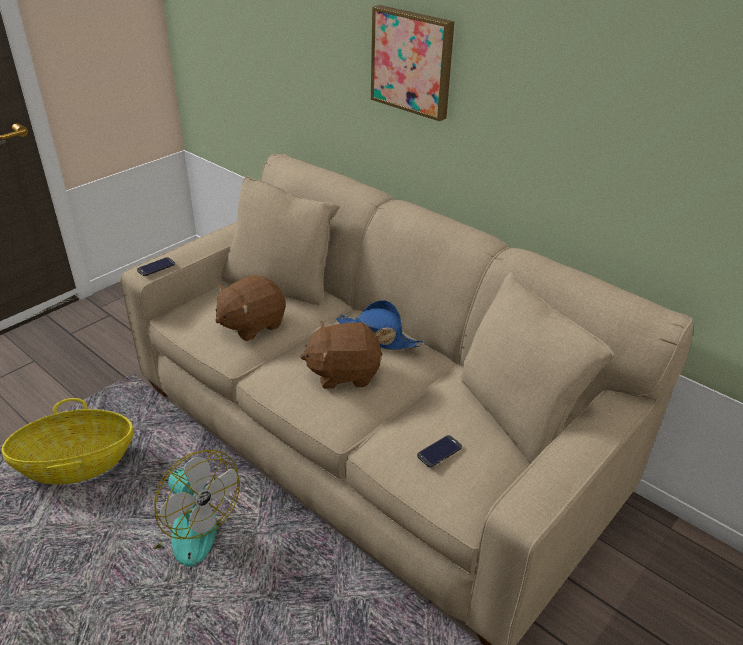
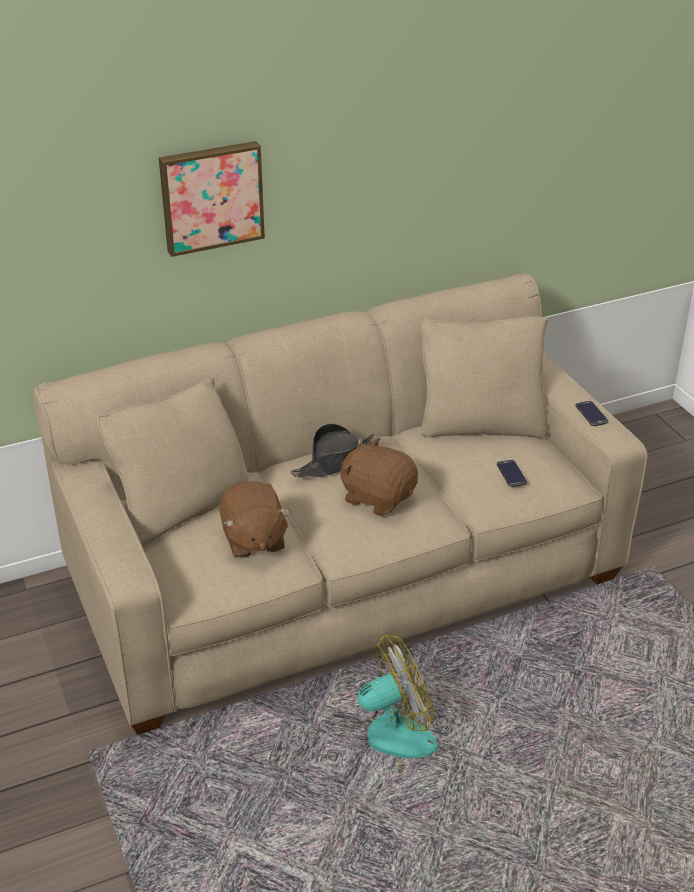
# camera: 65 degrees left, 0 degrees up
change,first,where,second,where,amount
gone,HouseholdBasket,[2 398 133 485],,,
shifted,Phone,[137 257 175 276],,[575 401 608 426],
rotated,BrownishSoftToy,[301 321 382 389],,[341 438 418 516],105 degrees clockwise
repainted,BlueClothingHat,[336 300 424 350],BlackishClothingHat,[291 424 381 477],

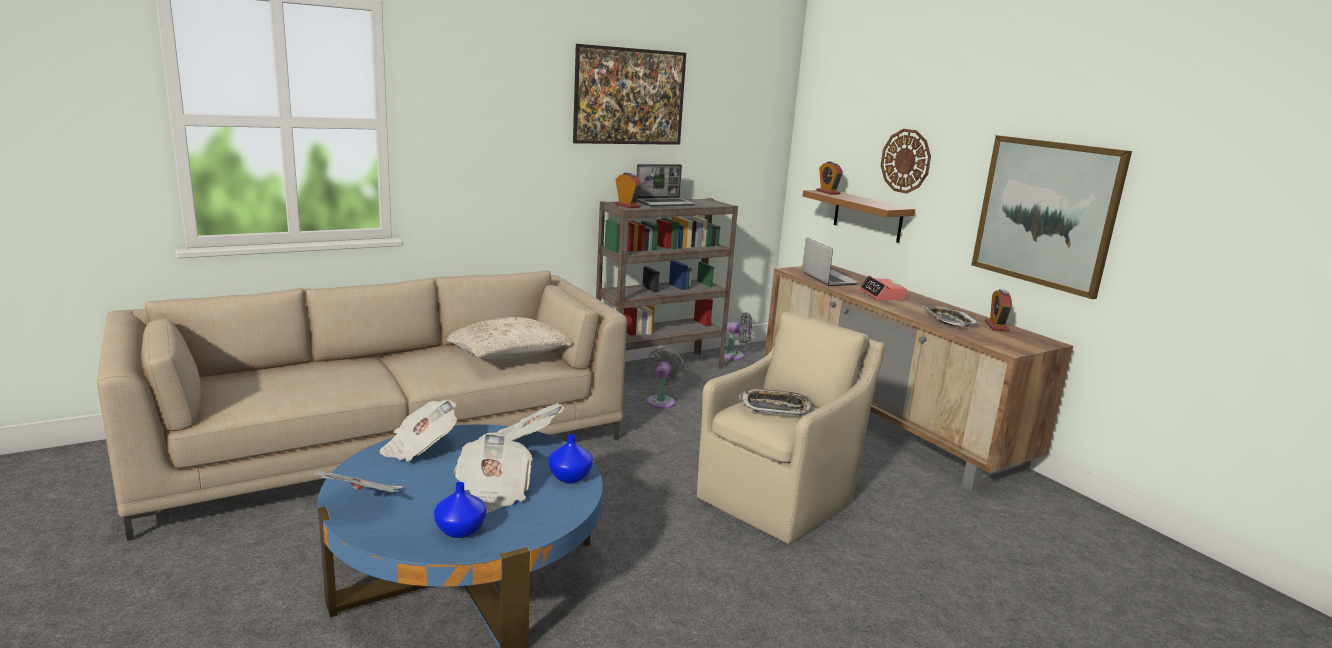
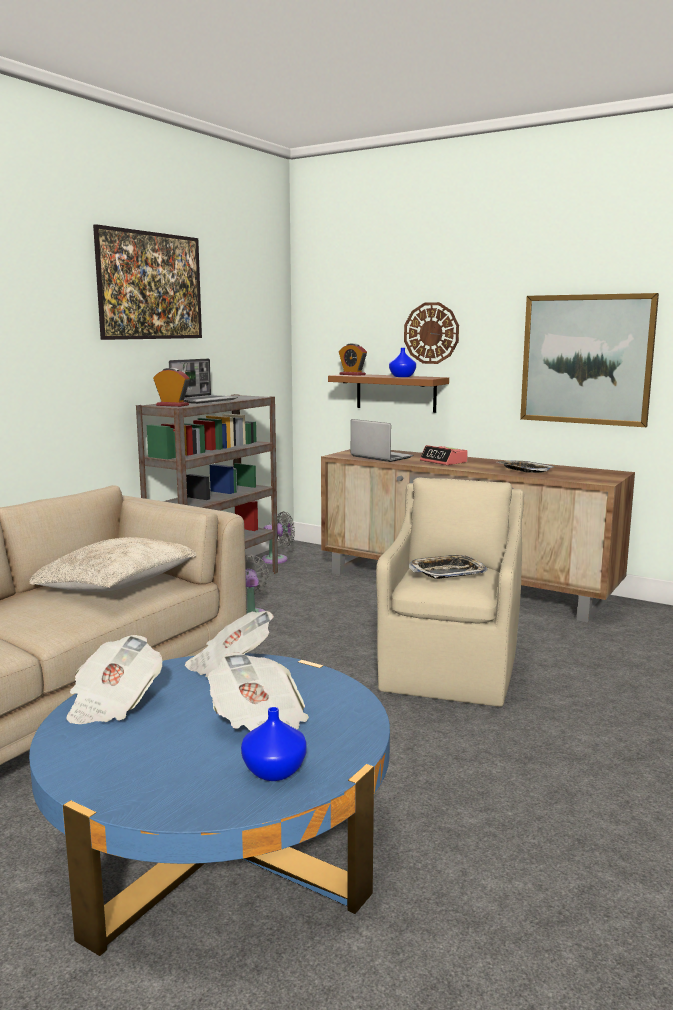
# camera: 25 degrees left, 5 degrees down
change,first,where,second,where,amount
gone,PrintedPaper,[312 471 402 493],,,
shifted,BlueFlowerVase,[548 434 593 483],,[389 348 416 377],
gone,AlarmClock,[985 289 1012 332],,,

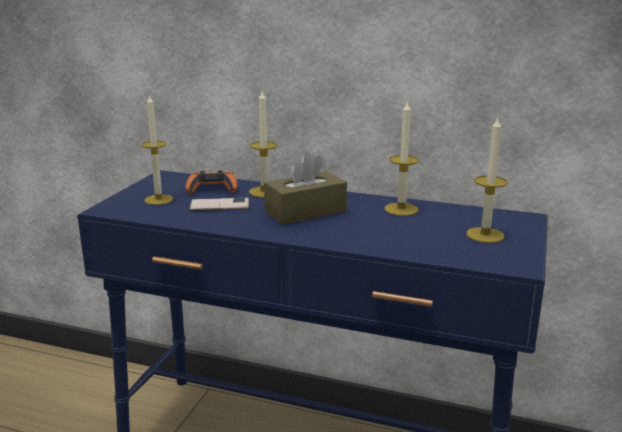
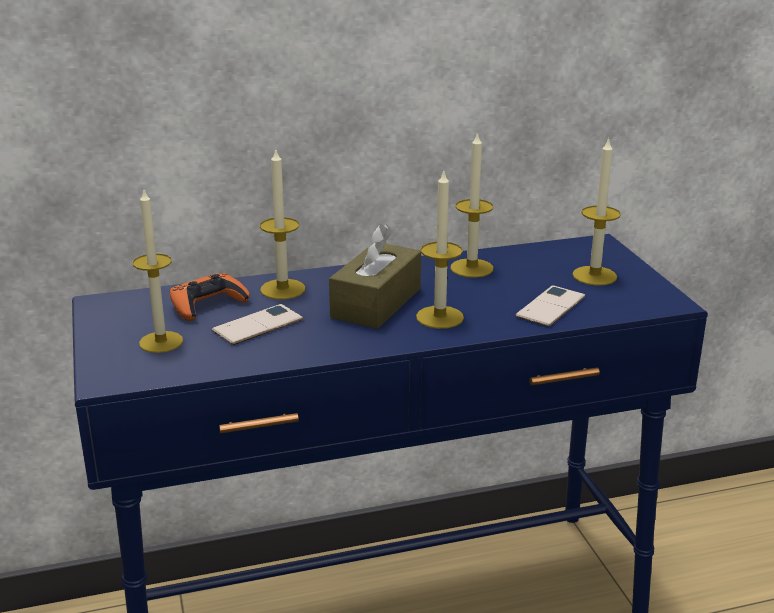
# camera: 35 degrees left, 5 degrees up
change,first,where,second,where,amount
new,,,WaxLight,[416 170 464 329],
new,,,Phone,[515 285 585 327],

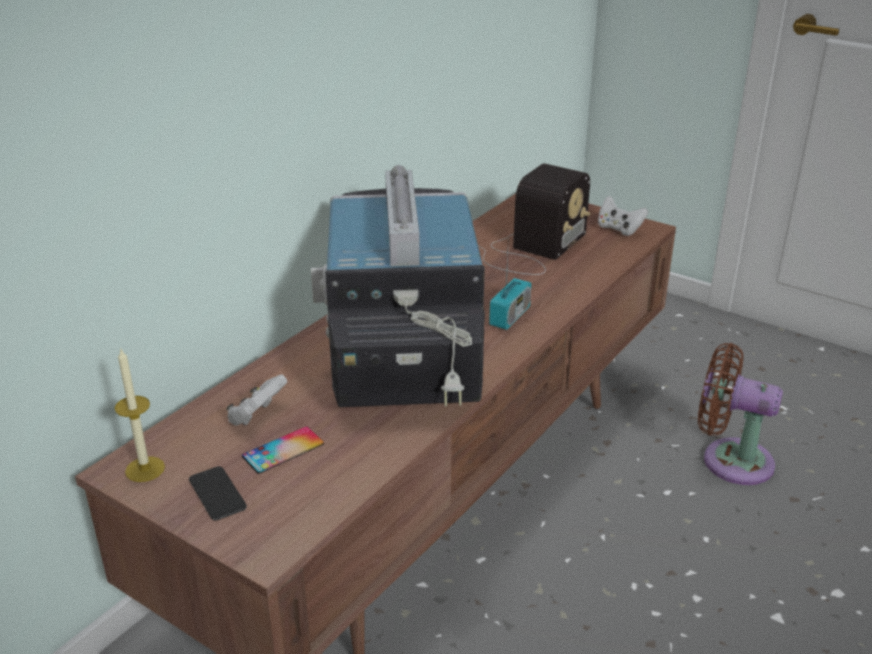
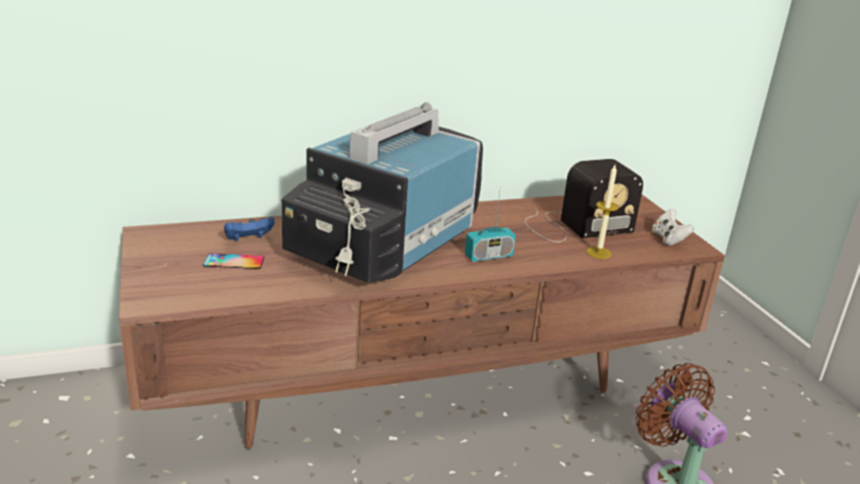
# camera: 35 degrees right, 5 degrees down
change,first,where,second,where,amount
shifted,WaxLight,[115 349 165 482],,[586 165 619 259],
gone,Phone,[189 466 247 521],,,
repainted,WhitishJoypad,[226 374 287 426],BlueJoypad,[224 217 275 242],

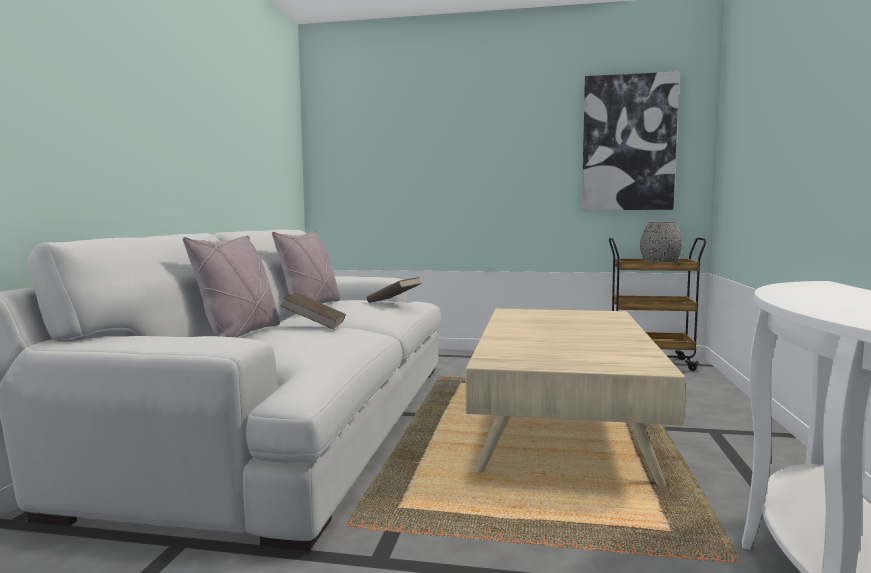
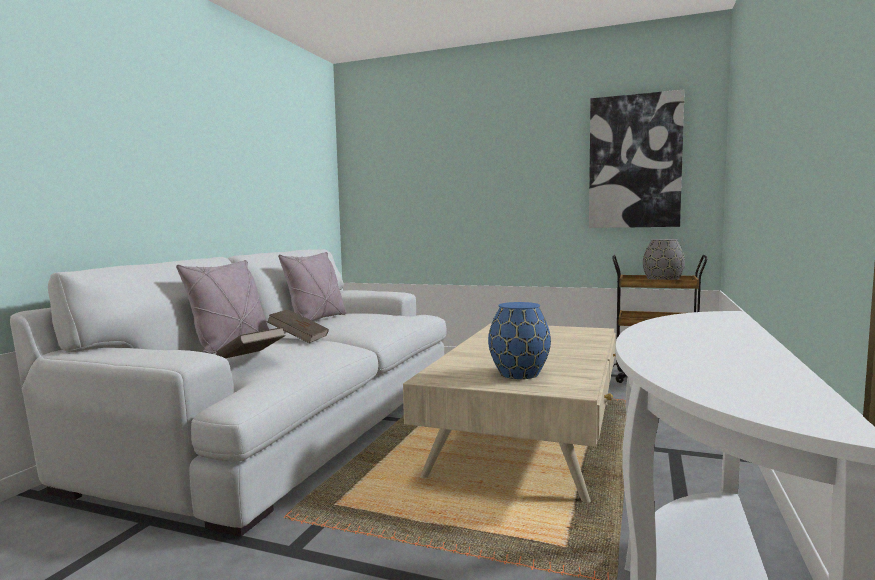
# camera: 10 degrees right, 0 degrees up
change,first,where,second,where,amount
shifted,BrownishBook,[367 277 422 303],,[216 327 286 359],
new,,,BlueFlowerVase,[488 302 551 379],

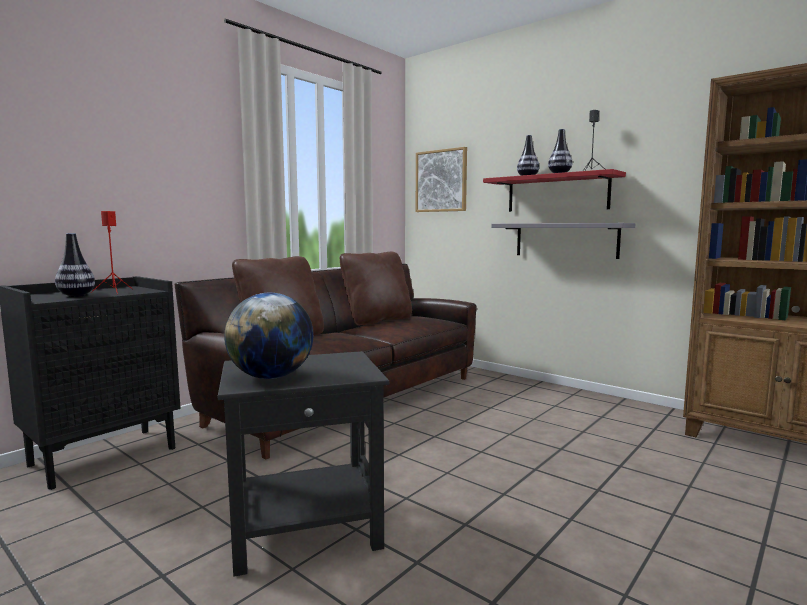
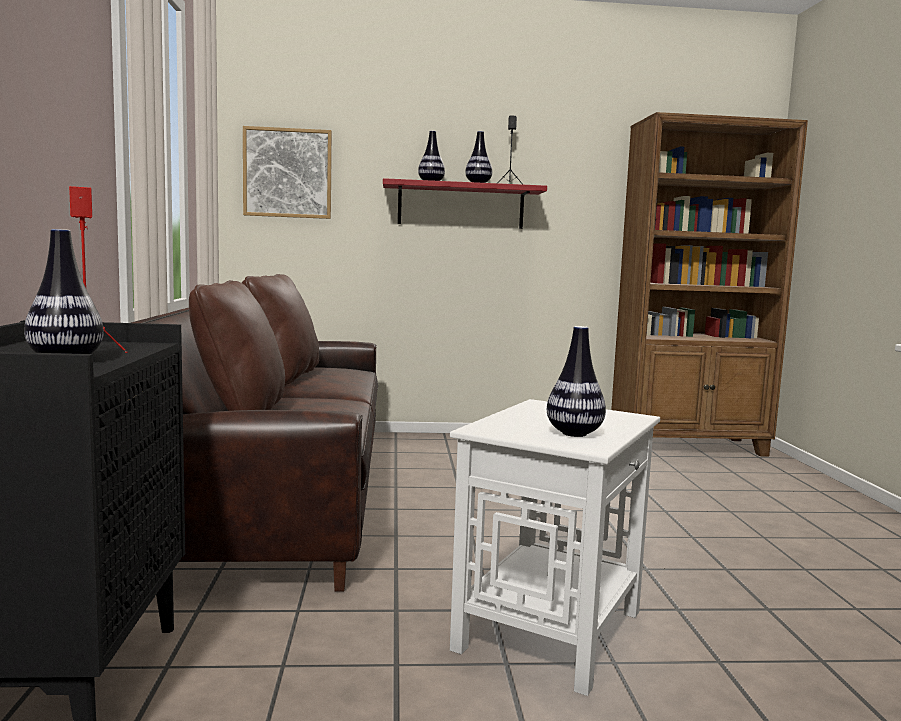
# camera: 45 degrees left, 0 degrees up
change,first,where,second,where,amount
repainted,BlackishSideTable,[218 351 389 577],WhitishSideTable,[450 399 660 696],
swapped,DeskGlobe,[224 293 313 379],FlowerVase,[547 326 606 437],
gone,GreyishBracketShelf,[491 223 635 259],,,

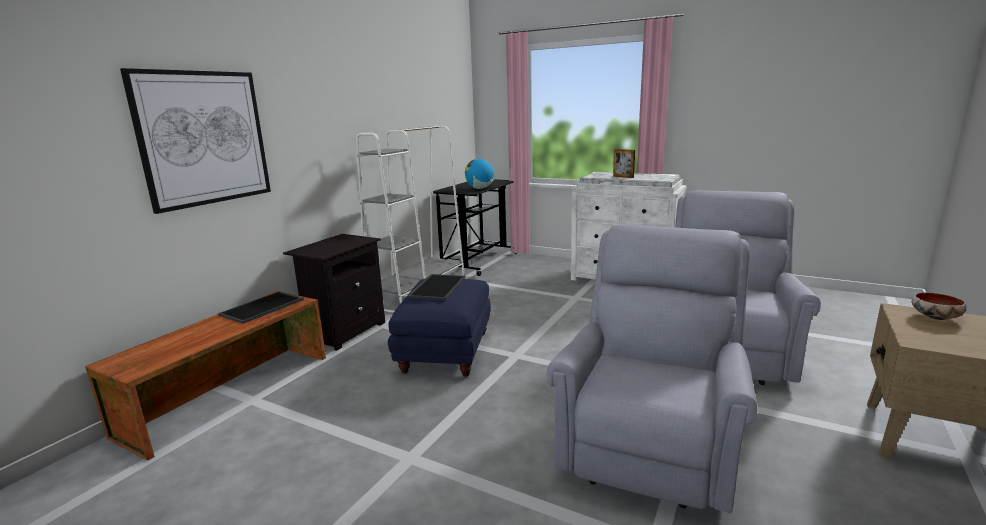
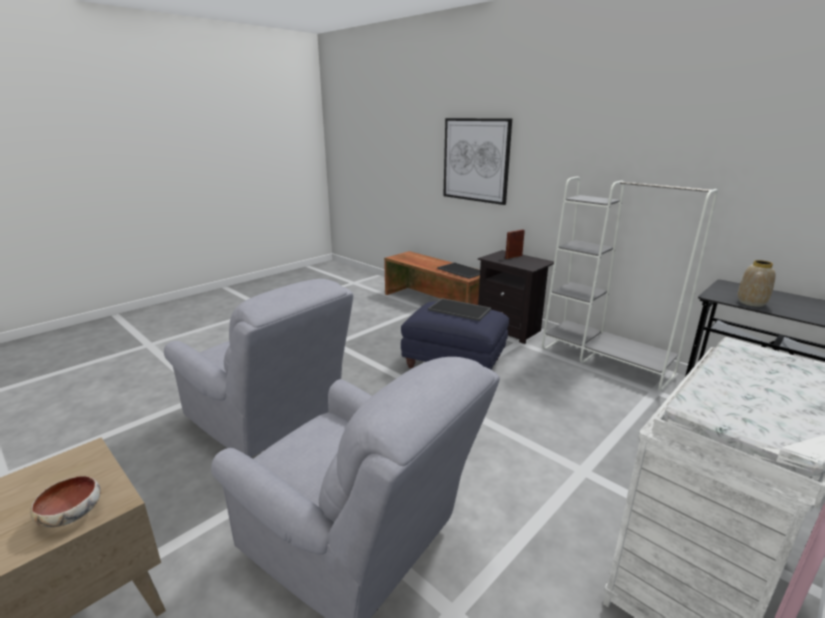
# camera: 105 degrees right, 5 degrees up
change,first,where,second,where,amount
swapped,DeskGlobe,[465 159 494 189],FlowerVase,[738 260 776 307],
shifted,PictureFrame,[613 149 635 178],,[505 230 525 259],

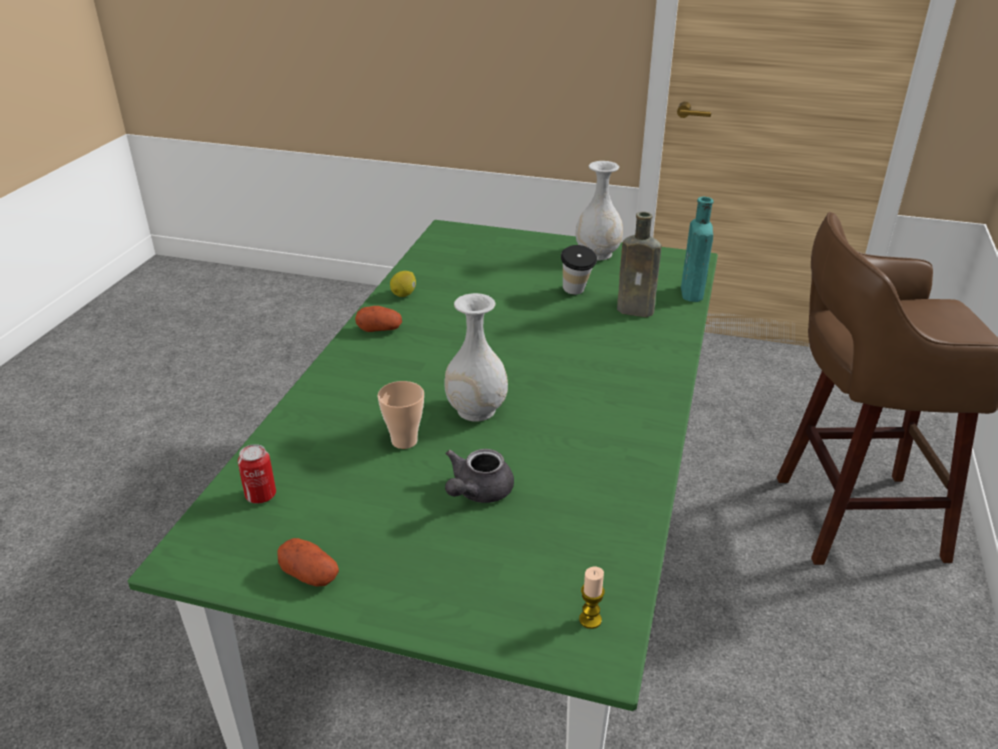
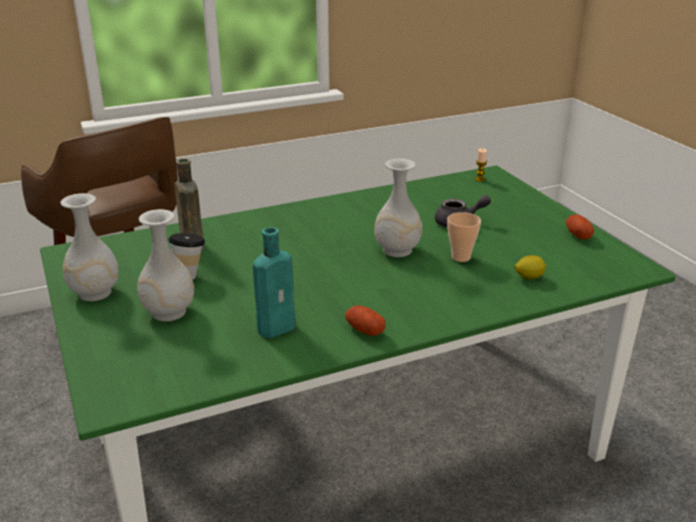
# camera: 130 degrees left, 5 degrees down
change,first,where,second,where,amount
gone,SealedCan,[238 444 276 504],,,
shifted,CitrusFruit,[390 271 416 297],,[514 255 546 279],
shifted,TurquoiseColouredDrinkBottle,[681 197 714 302],,[253 227 295 338],
new,,,WhitishFlowerVase,[137 209 194 321],

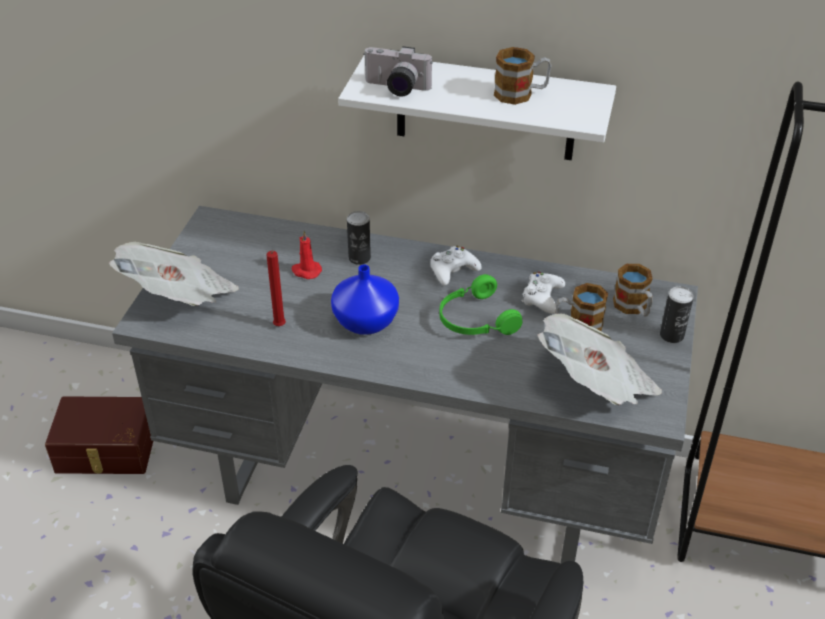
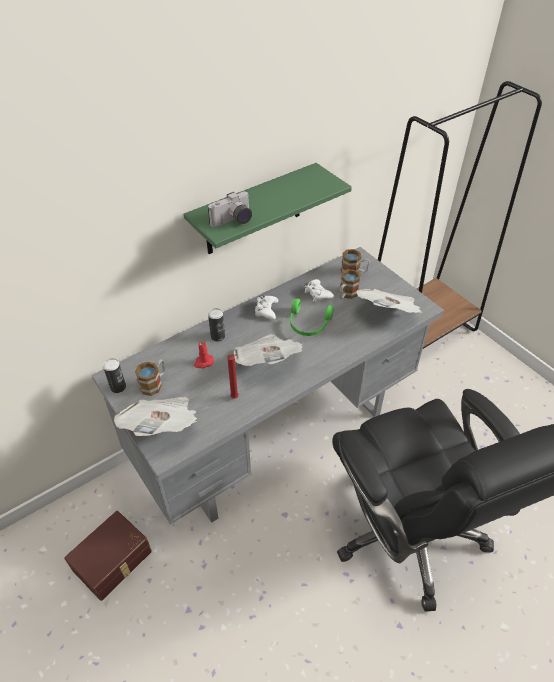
# camera: 50 degrees left, 5 degrees up
change,first,where,second,where,amount
swapped,BlueFlowerVase,[331 265 399 335],PrintedPaper,[234 334 302 366],
repainted,WhitishBracketShelf,[338 55 616 160],GreenBracketShelf,[184 163 352 254],
shifted,TeaMug,[494 47 552 105],,[135 359 165 396],
shifted,SealedCan,[660 286 694 343],,[103 359 126 393],

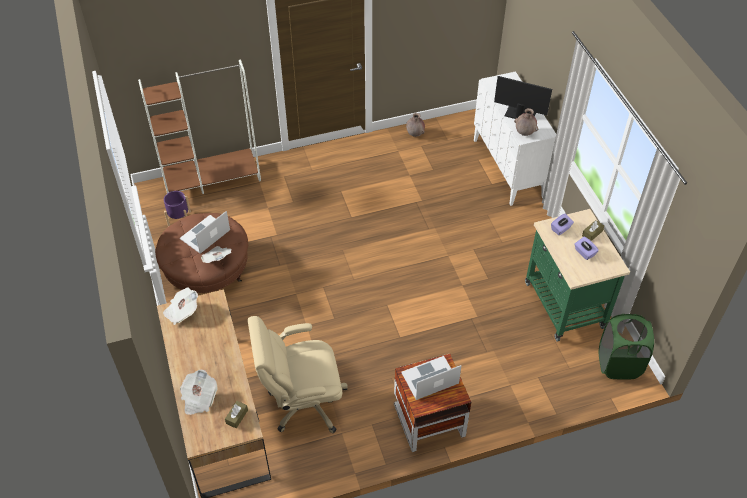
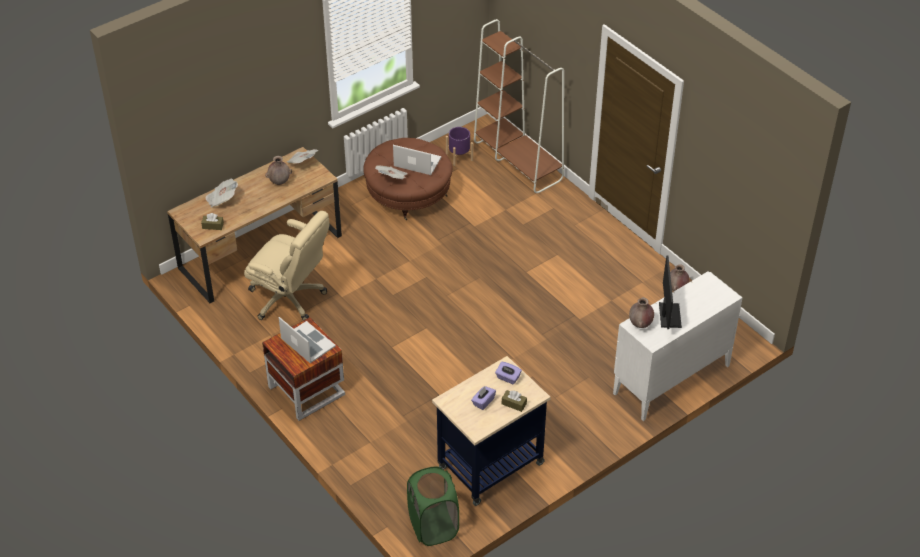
# camera: 70 degrees right, 5 degrees down
change,first,where,second,where,amount
rotated,BeigeColouredDeskChair,[248 316 348 433],,[244 211 330 320],150 degrees clockwise
repainted,GreenTrolley,[525 209 630 342],BlueTrolley,[432 356 551 506],
new,,,BrownishFlowerVase,[265 156 292 185],

